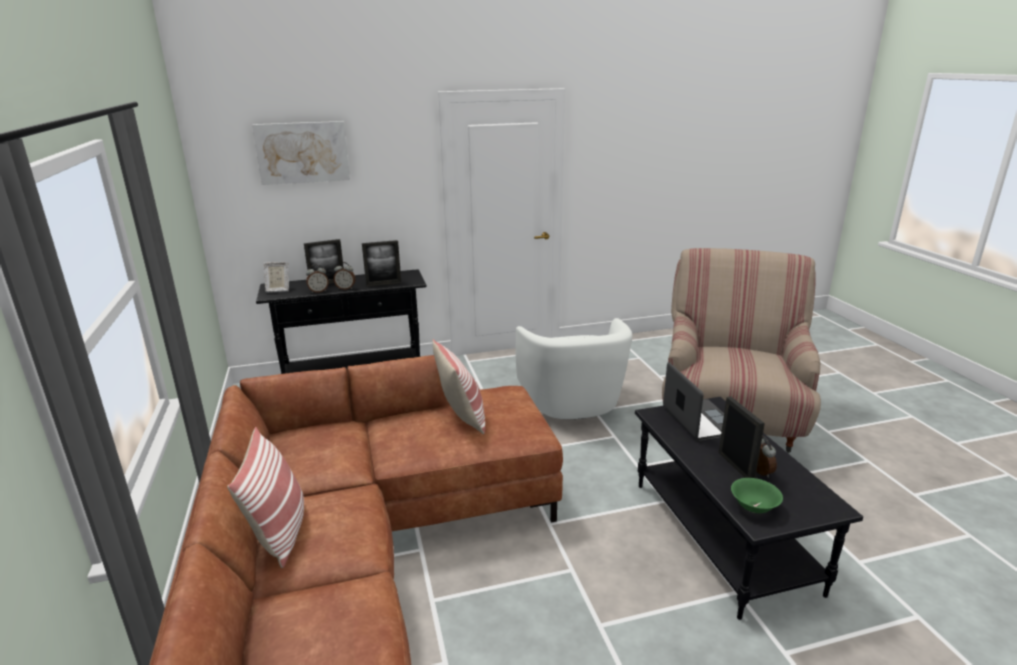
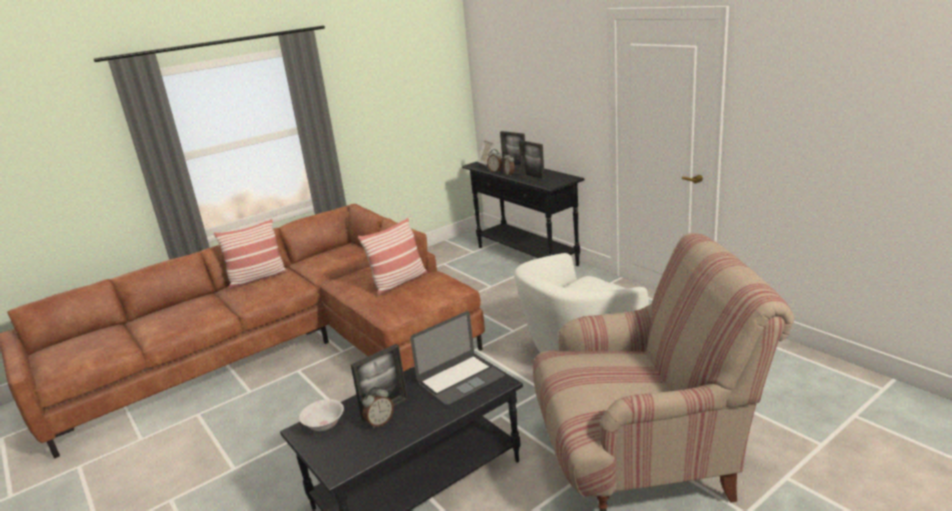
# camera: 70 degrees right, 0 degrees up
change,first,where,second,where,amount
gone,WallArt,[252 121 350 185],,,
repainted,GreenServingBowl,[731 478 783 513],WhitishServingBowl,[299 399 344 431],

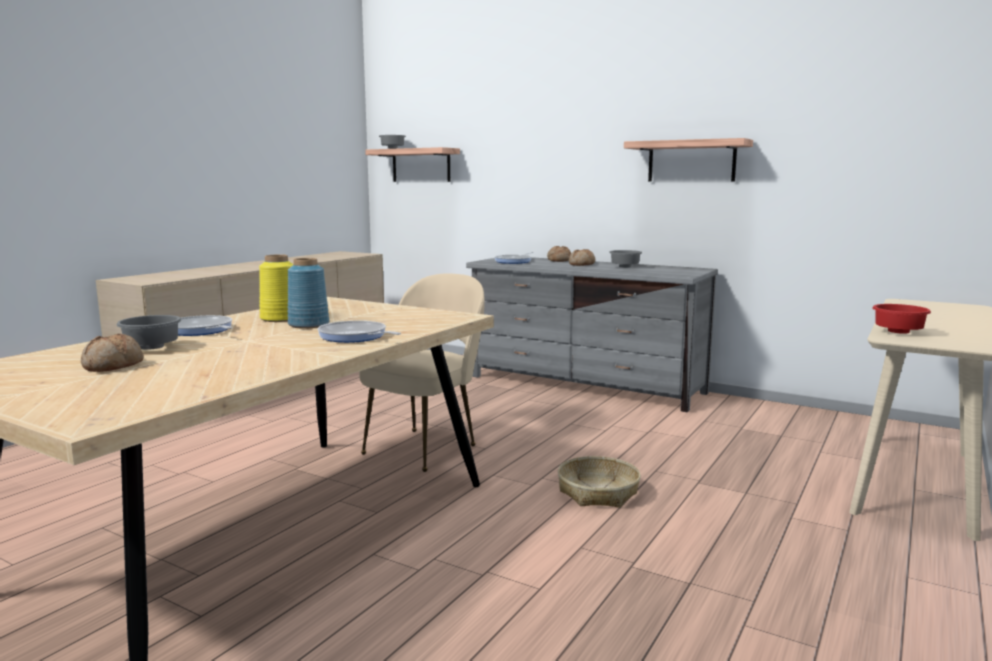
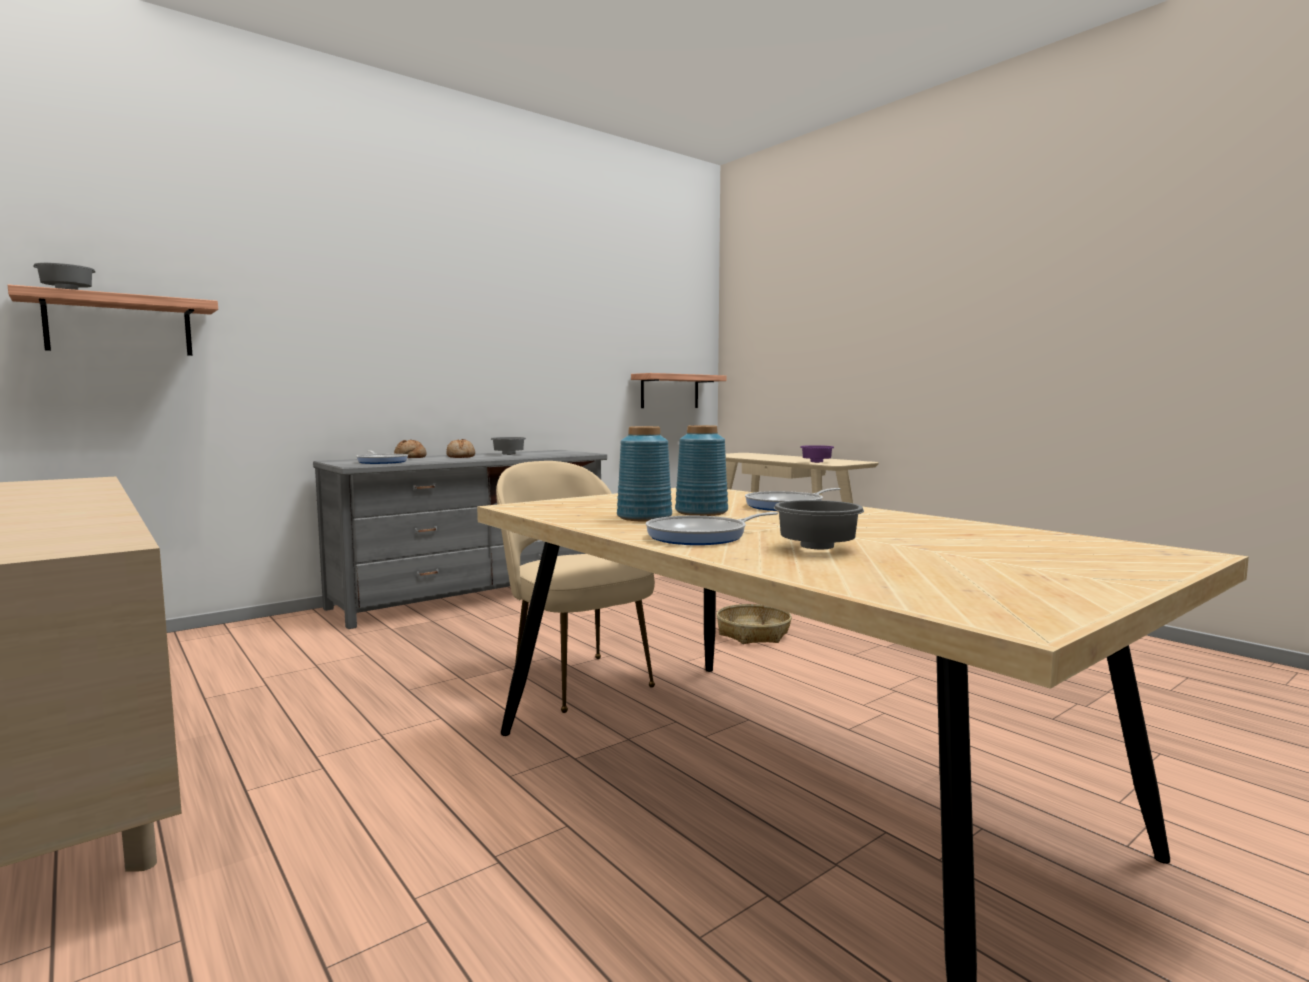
# camera: 70 degrees left, 5 degrees down
change,first,where,second,where,amount
gone,BakedBread,[81 334 144 372],,,
repainted,YellowFlowerVase,[259 254 293 322],BlueFlowerVase,[617 426 672 522],
shifted,BracketShelf,[624 138 753 181],,[631 373 727 408],
repainted,RedServingBowl,[872 304 931 334],PurpleColouredServingBowl,[800 445 834 463],

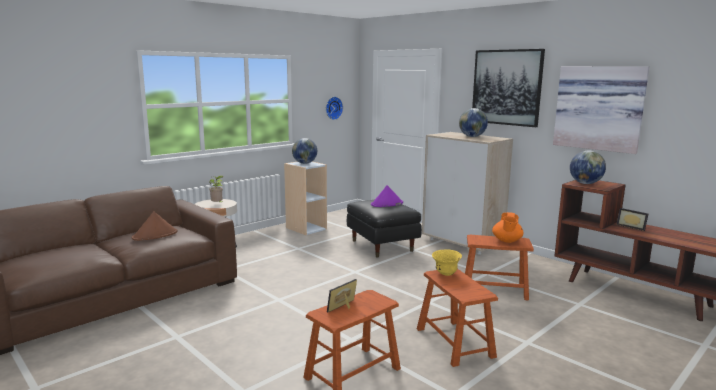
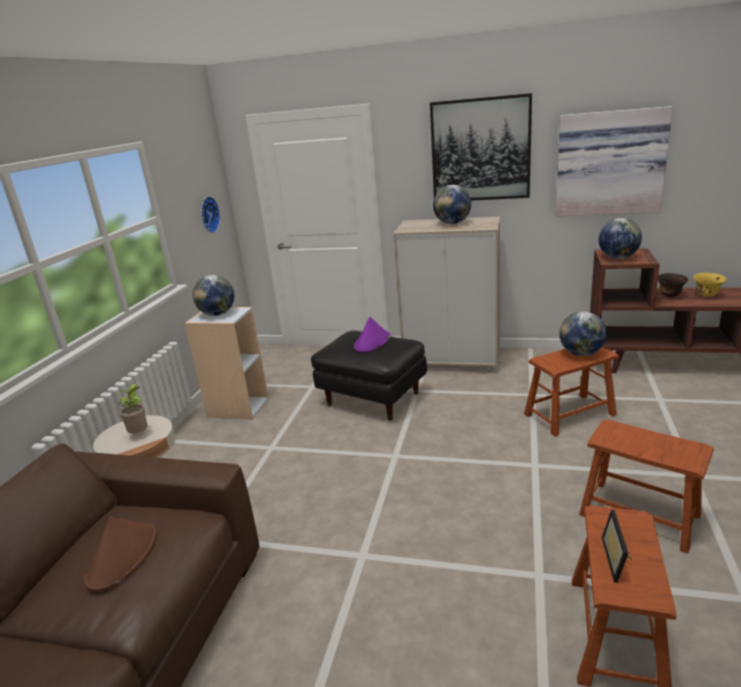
# camera: 30 degrees left, 10 degrees up
change,first,where,second,where,amount
shifted,YellowServingBowl,[432 249 462 276],,[694 273 726 297],
swapped,OrangeyPotForTea,[492 212 524 243],DeskGlobe,[559 311 607 356],
swapped,PictureFrame,[616 208 648 231],BrownishServingBowl,[658 273 688 297],

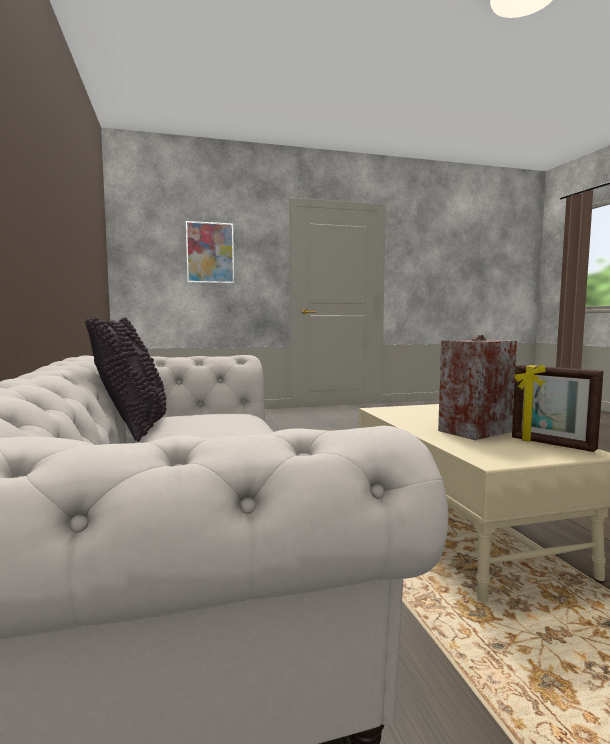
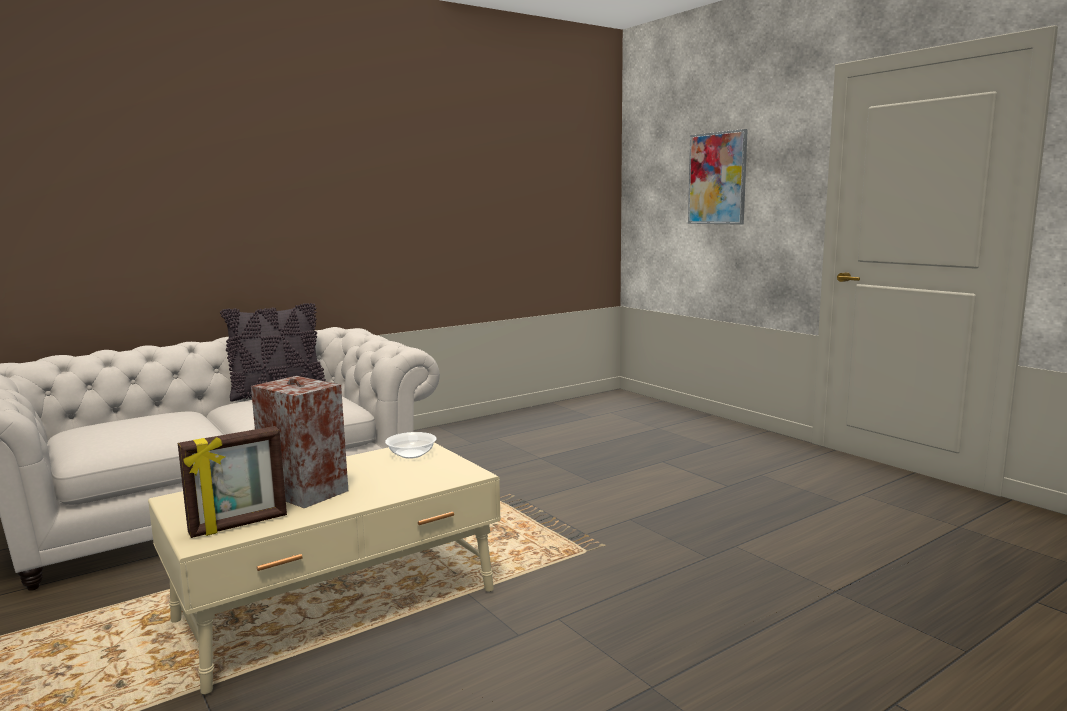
# camera: 70 degrees right, 5 degrees up
change,first,where,second,where,amount
rotated,PictureFrame,[512 364 603 452],,[178 426 287 538],150 degrees counterclockwise
new,,,ServingBowl,[385 432 437 459],

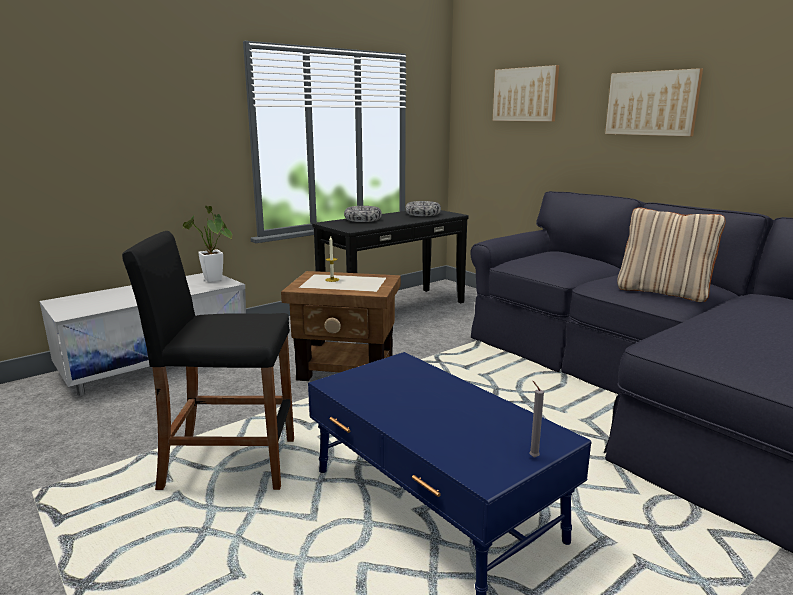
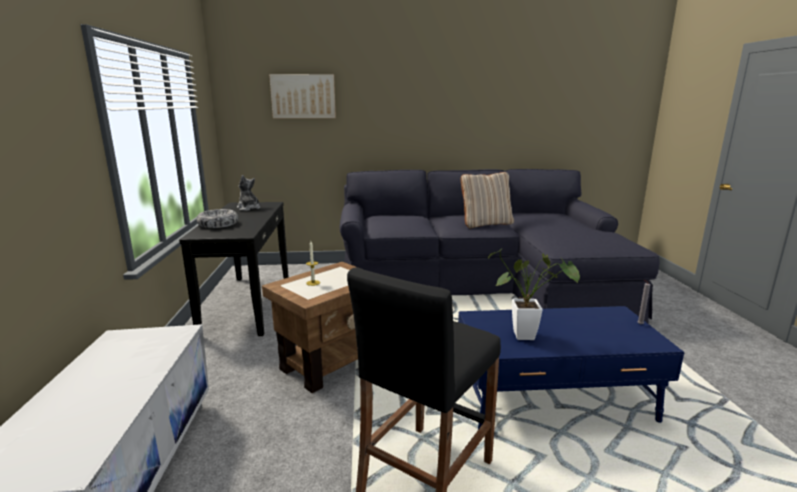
# camera: 55 degrees left, 0 degrees up
change,first,where,second,where,amount
shifted,PottedPlant,[183 206 232 282],,[488 249 580 340],
swapped,ServingBowl,[405 201 441 216],SoftToy,[237 175 260 211],
gone,WallArt,[605 68 703 136],,,

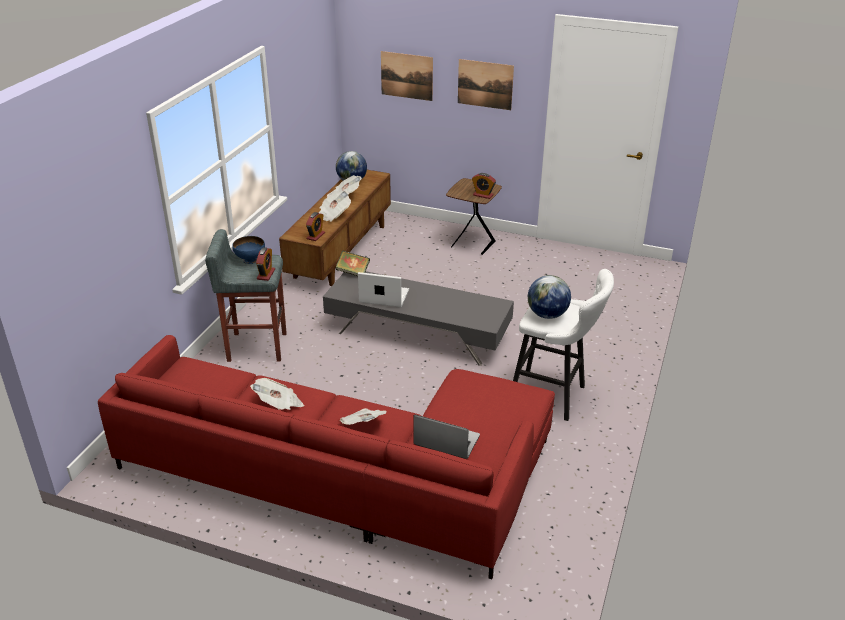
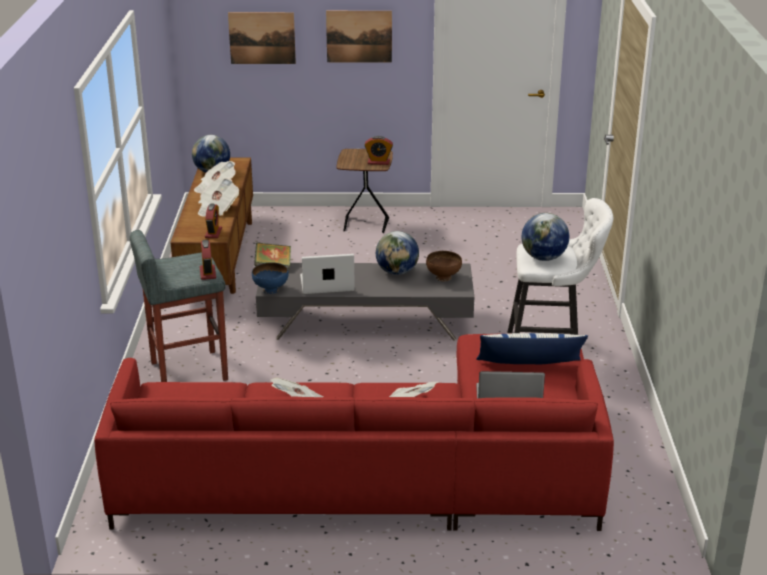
# camera: 20 degrees left, 5 degrees down
change,first,where,second,where,amount
shifted,BlueServingBowl,[232 236 265 264],,[252 262 288 294],
new,,,DeskGlobe,[376 231 419 275],
new,,,BrownishServingBowl,[426 251 462 281],
new,,,ThrowPillow,[476 333 588 364],

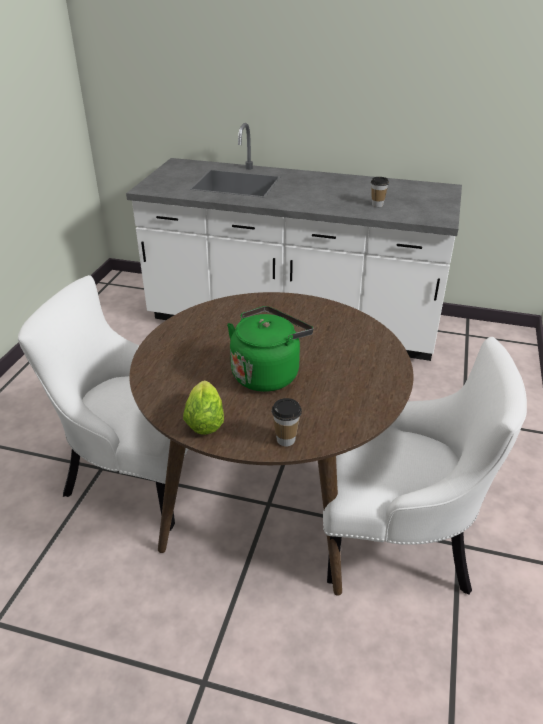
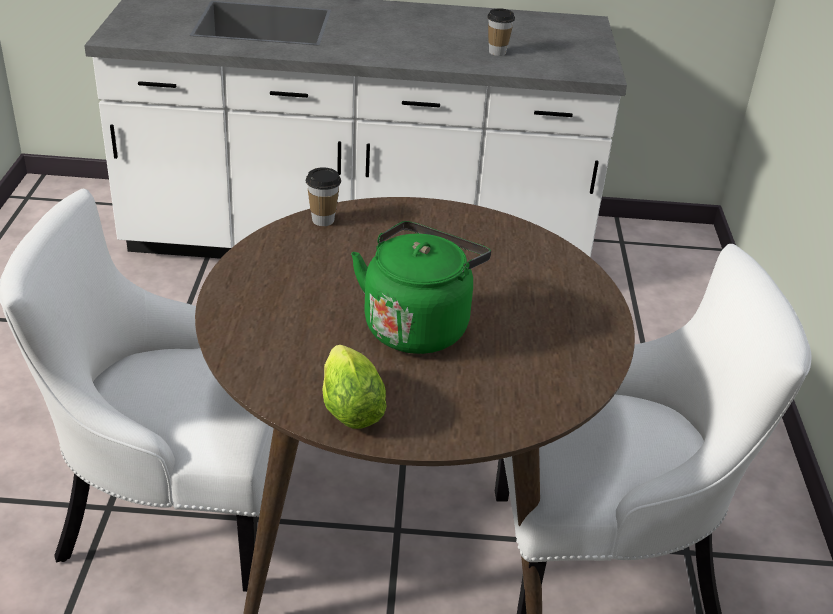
# camera: 15 degrees left, 0 degrees up
change,first,where,second,where,amount
shifted,Cup,[271 398 302 446],,[306 167 341 226],

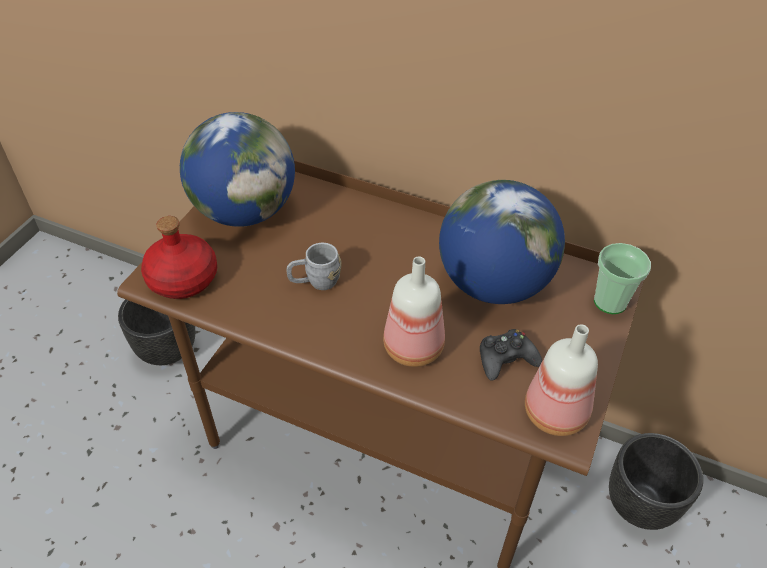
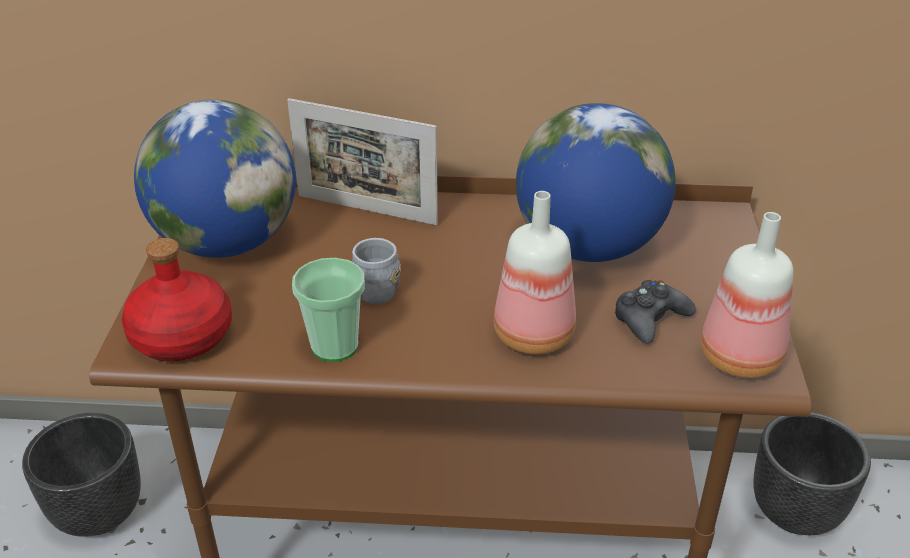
# camera: 20 degrees left, 10 degrees down
change,first,where,second,where,amount
shifted,Cup,[594 243 651 314],,[292 258 365 362],
new,,,PictureFrame,[287 98 438 225],

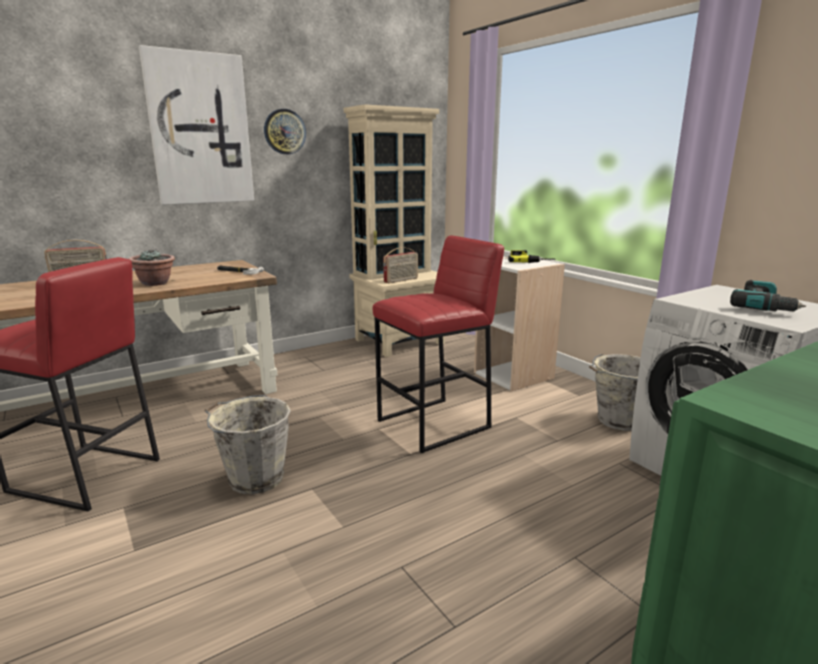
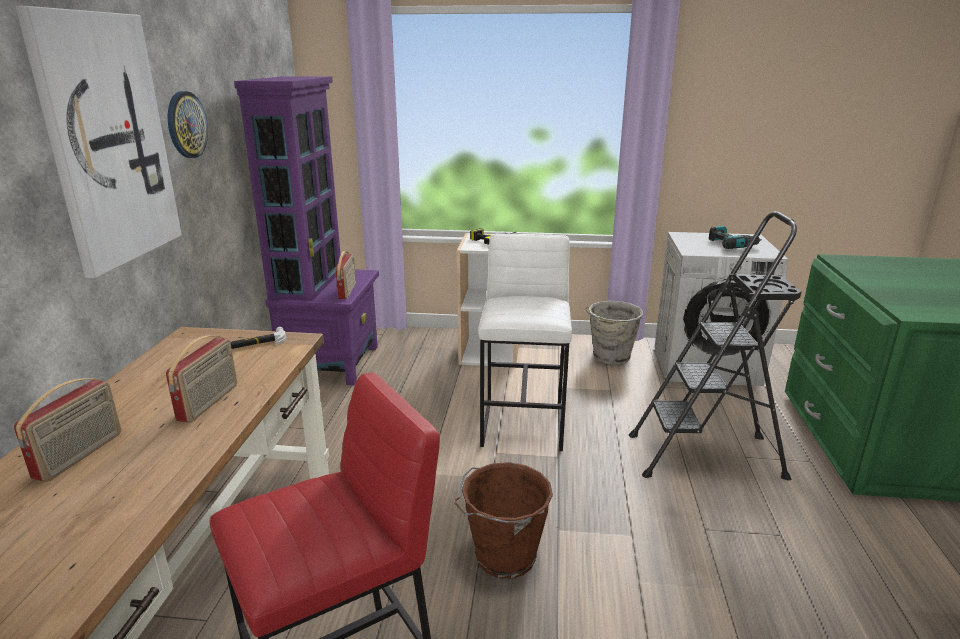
# camera: 50 degrees left, 5 degrees up
change,first,where,second,where,amount
swapped,PottedPlant,[128 249 175 286],RadioSet,[166 335 237 423],
repainted,GreyishPail,[205 395 291 494],BrownishPail,[454 462 553 579],
repainted,BeigeColouredCabinet,[344 104 445 357],PurpleColouredCabinet,[234 76 379 385],
repainted,RedStool,[373 235 504 453],WhitishStool,[479 234 572 451],
new,,,Stepladder,[629 212 802 480],

